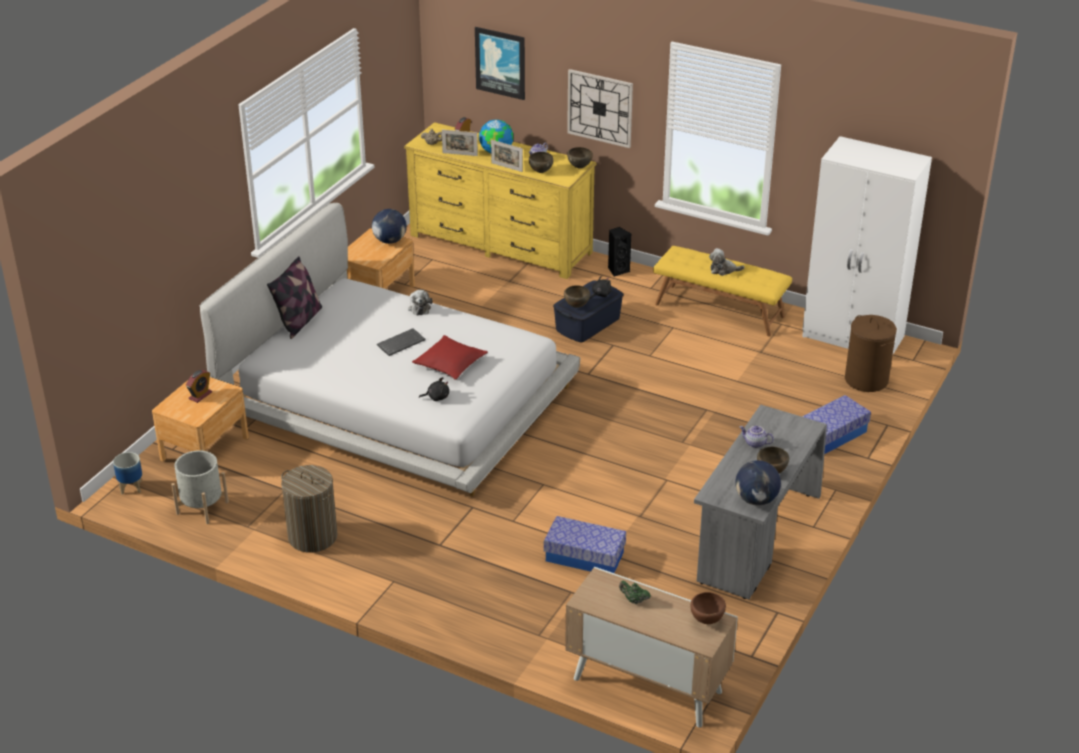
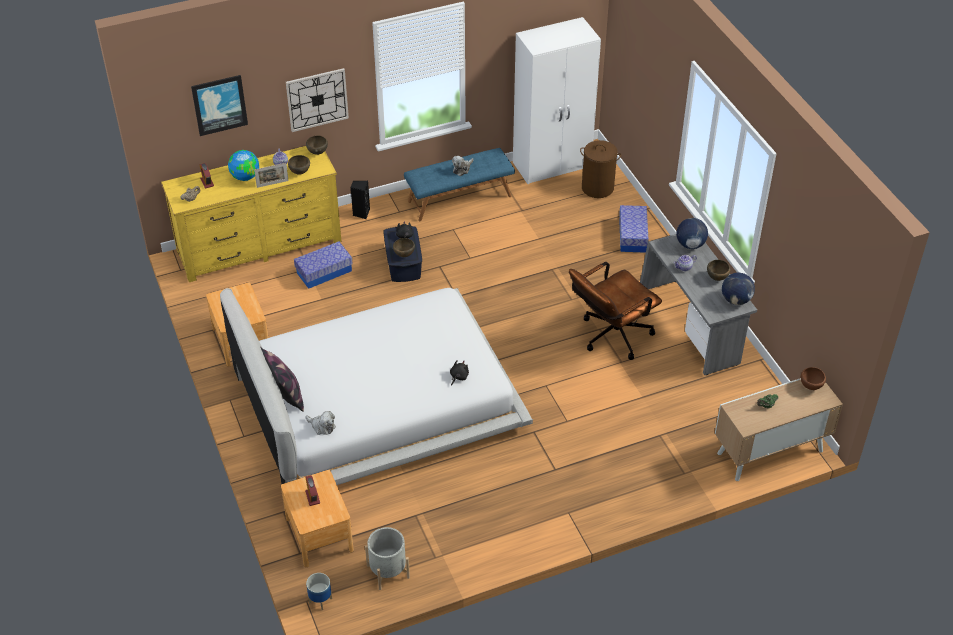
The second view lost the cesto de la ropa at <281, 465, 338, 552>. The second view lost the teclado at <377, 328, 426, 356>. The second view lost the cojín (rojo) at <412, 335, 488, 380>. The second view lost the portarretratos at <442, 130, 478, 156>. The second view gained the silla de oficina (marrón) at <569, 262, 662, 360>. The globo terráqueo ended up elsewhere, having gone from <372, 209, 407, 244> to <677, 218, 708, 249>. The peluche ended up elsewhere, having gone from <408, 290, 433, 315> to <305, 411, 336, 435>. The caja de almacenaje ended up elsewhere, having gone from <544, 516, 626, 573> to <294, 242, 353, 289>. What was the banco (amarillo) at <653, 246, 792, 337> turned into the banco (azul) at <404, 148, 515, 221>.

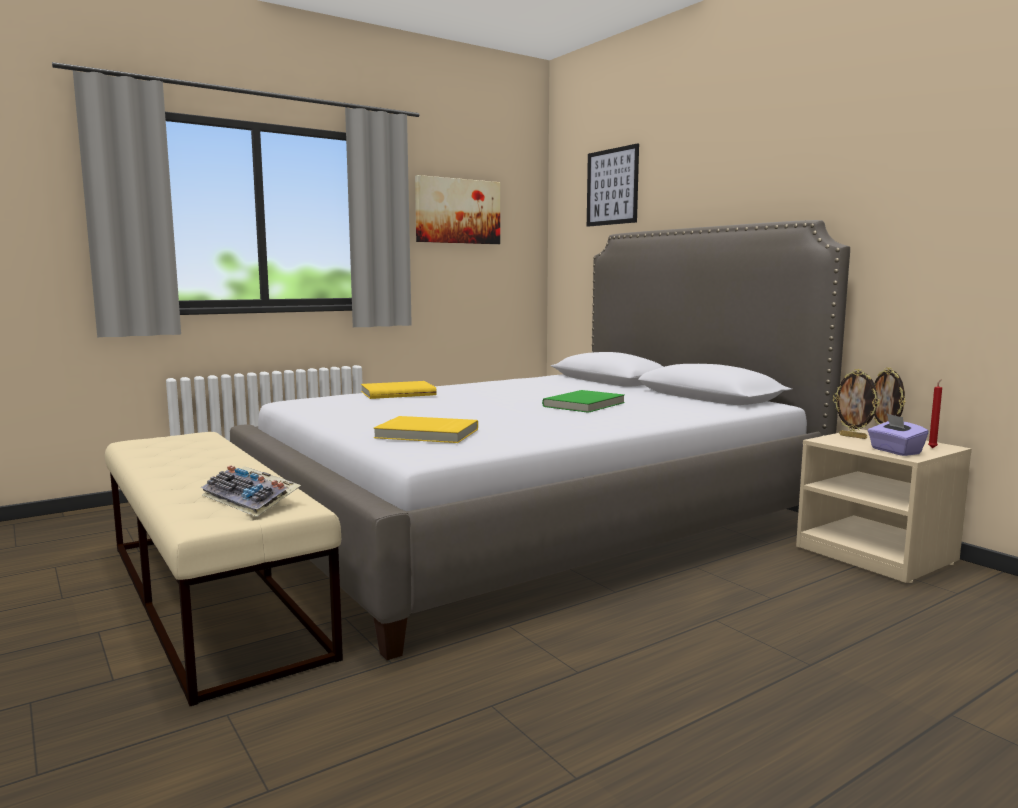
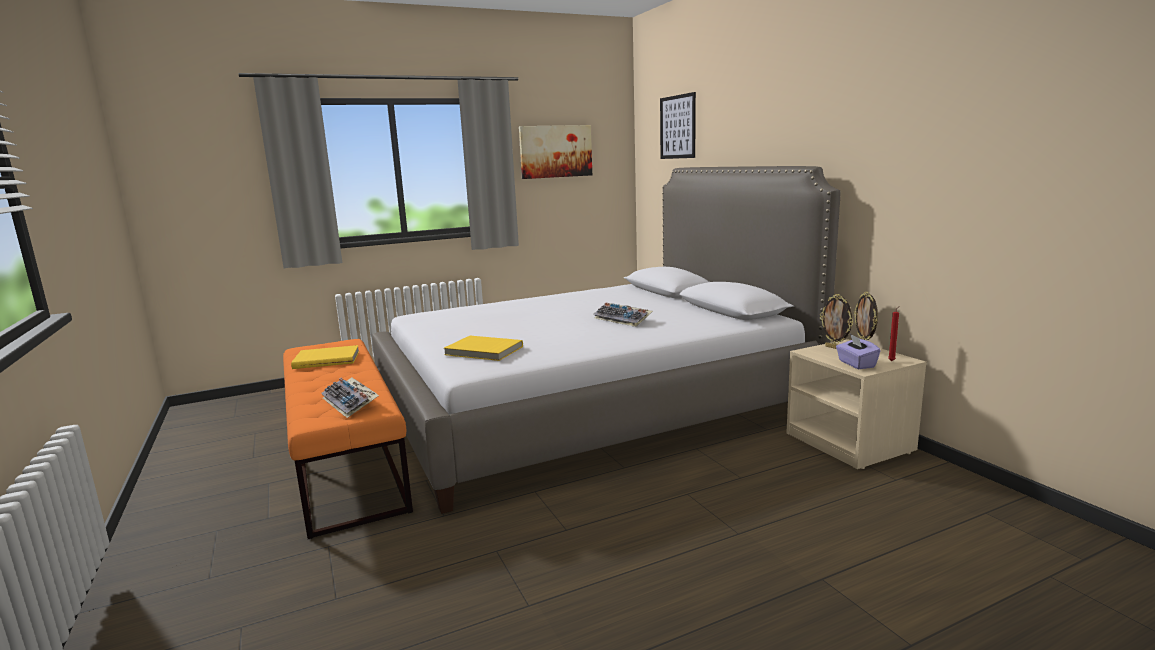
The libro (amarillo) ended up elsewhere, having gone from <361, 381, 437, 399> to <291, 345, 359, 369>. Where the libro (verde) stood at <542, 390, 625, 413>, the teclado came to stand at <594, 302, 653, 327>. What was the banco (beis) at <105, 432, 343, 706> turned into the banco (naranja) at <283, 339, 413, 539>.

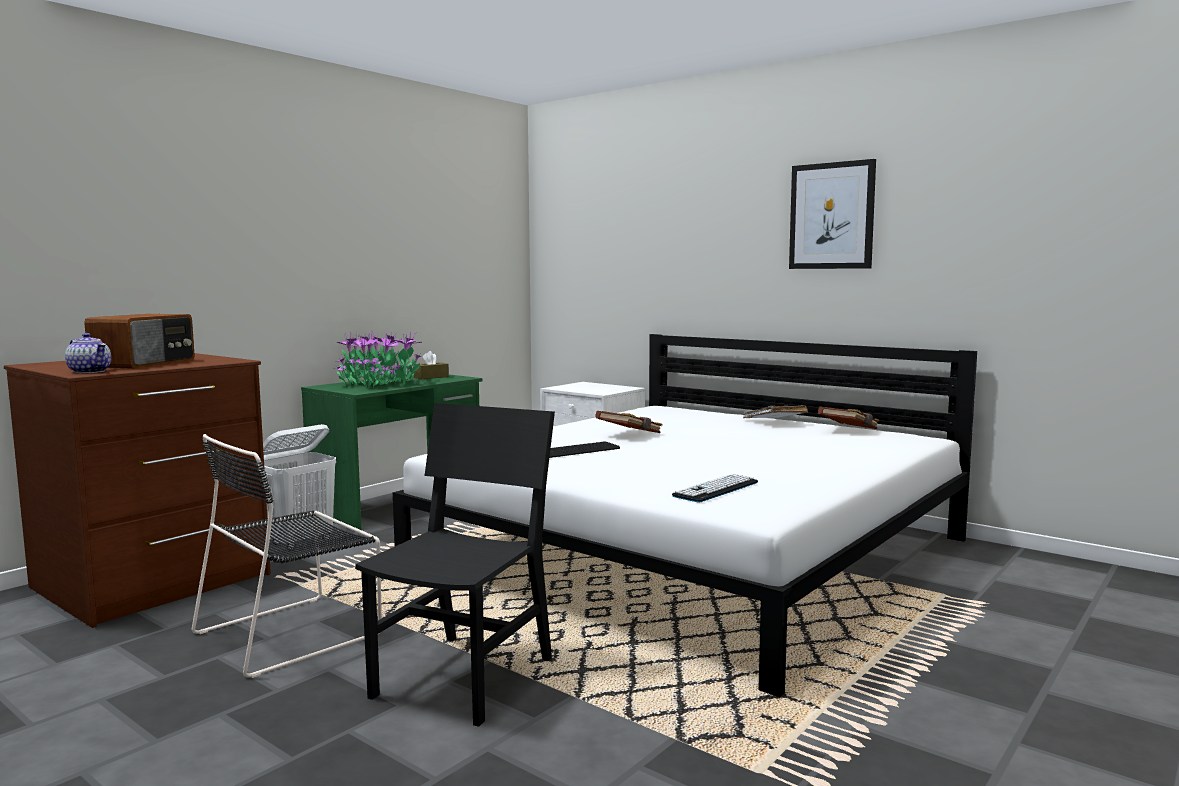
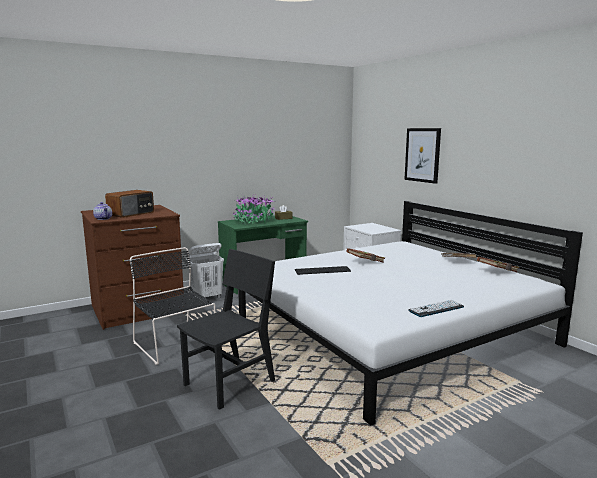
The teclado ended up elsewhere, having gone from <672, 474, 758, 503> to <409, 300, 464, 317>. The cuadro ended up elsewhere, having gone from <789, 159, 876, 269> to <404, 128, 441, 184>. The silla (negro) at <192, 434, 382, 678> ended up facing another way, 75 degrees clockwise from before.

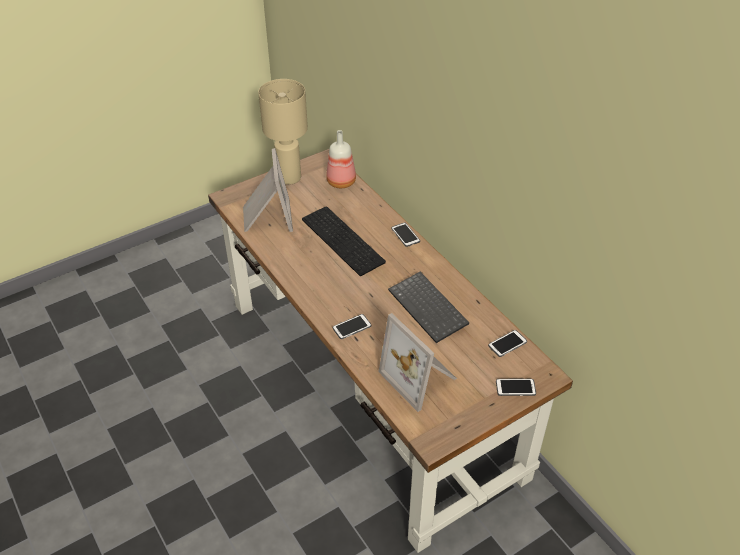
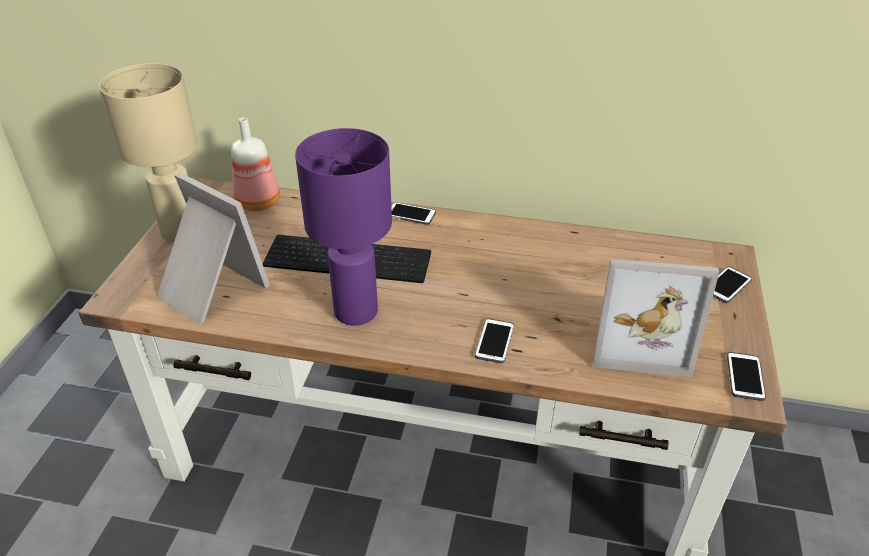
The second view lost the teclado at <388, 272, 469, 343>. The second view gained the lámpara de mesa (morado) at <295, 128, 392, 326>. The móvil ended up elsewhere, having gone from <488, 330, 527, 357> to <727, 352, 766, 401>.

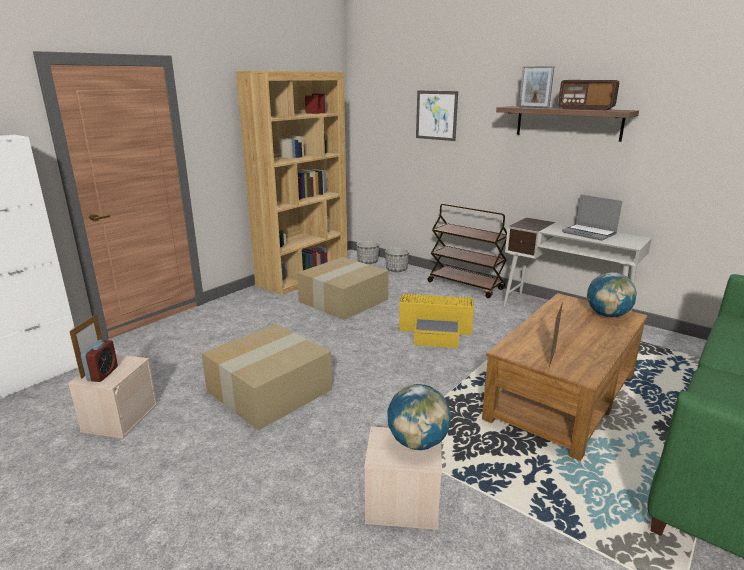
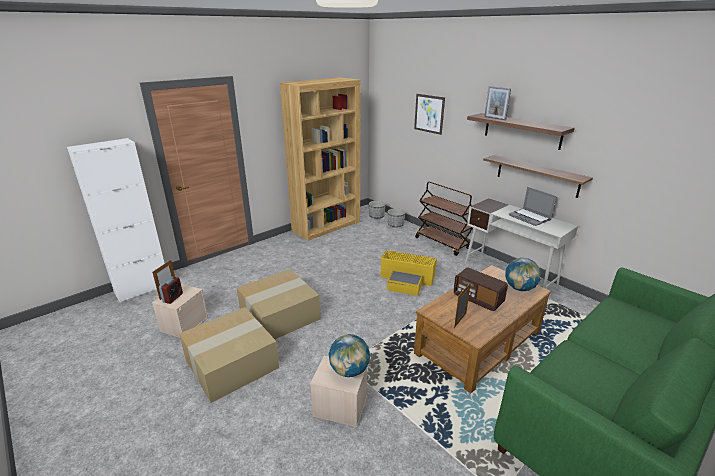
The second view gained the estante at <483, 155, 593, 198>. The caja de cartón ended up elsewhere, having gone from <297, 257, 389, 320> to <179, 307, 279, 403>. The radio ended up elsewhere, having gone from <558, 80, 619, 110> to <453, 267, 508, 311>.

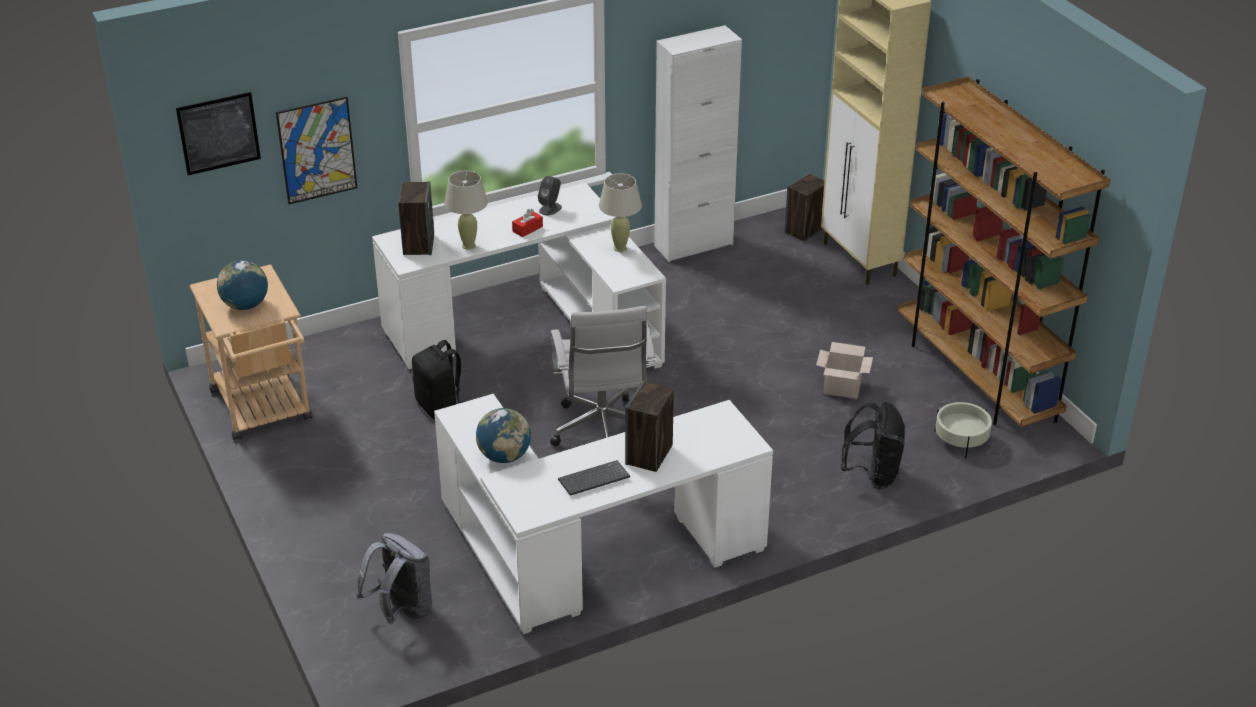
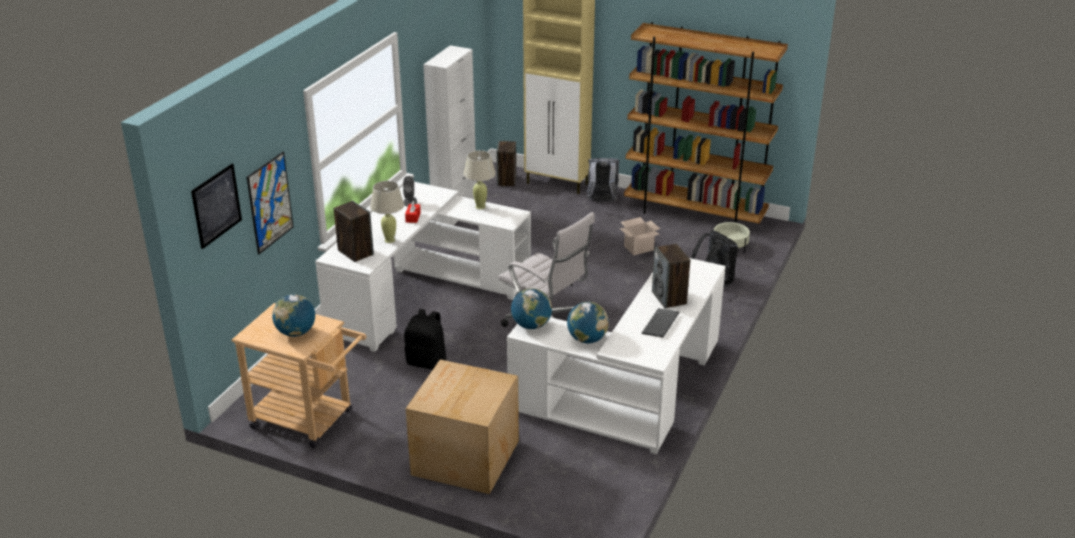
The second view gained the caja de cartón at <406, 359, 519, 494>. The second view gained the globo terráqueo at <511, 288, 552, 329>. The mochila (gris) ended up elsewhere, having gone from <357, 533, 432, 624> to <585, 158, 620, 202>.

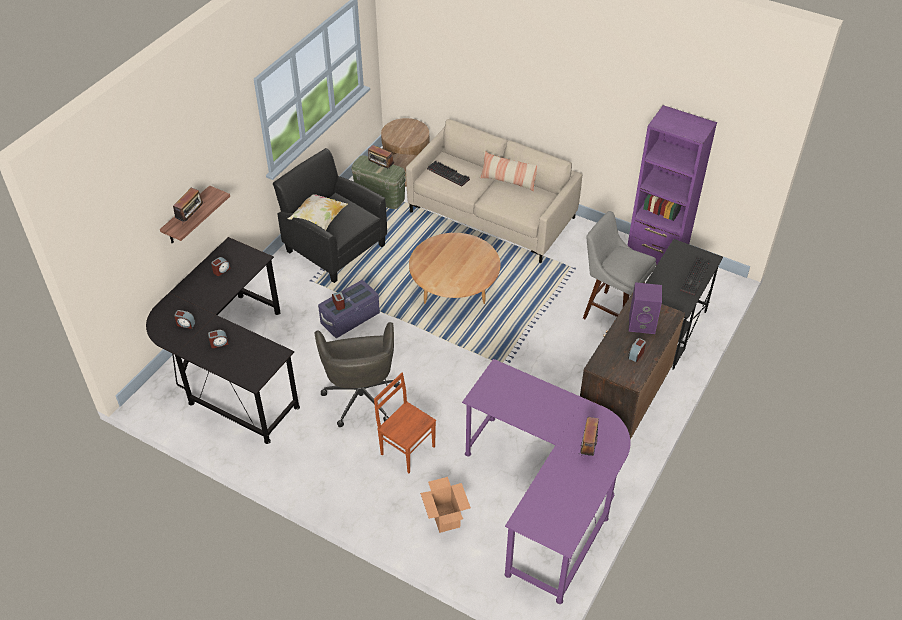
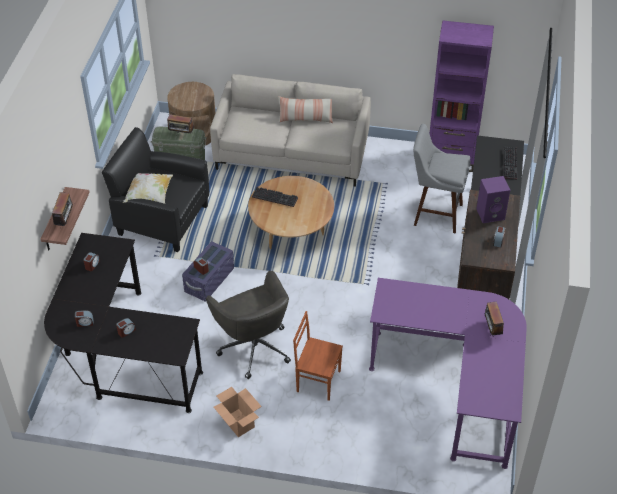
The caja de cartón ended up elsewhere, having gone from <420, 477, 471, 533> to <214, 387, 262, 437>. The teclado ended up elsewhere, having gone from <427, 160, 470, 187> to <252, 187, 298, 207>.

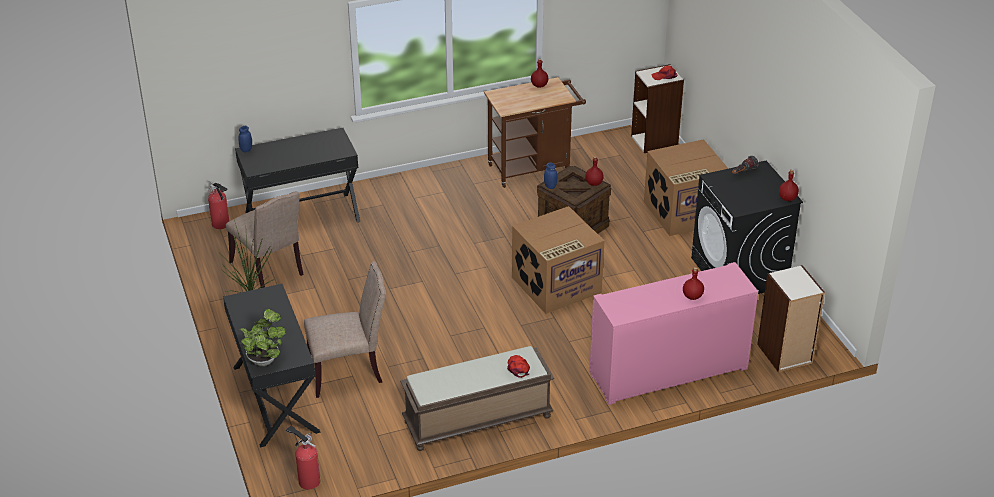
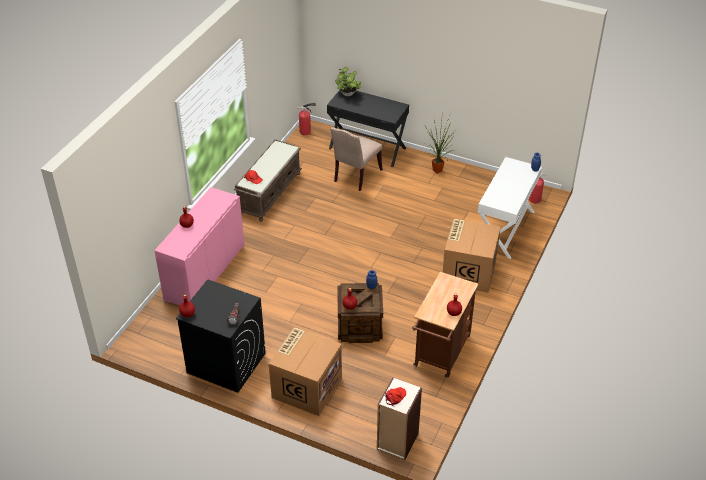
The second view lost the silla (beis) at <226, 191, 304, 288>. The second view lost the estantería at <757, 265, 825, 373>. The caja de cartón ended up elsewhere, having gone from <512, 206, 604, 314> to <443, 219, 501, 293>. What was the escritorio (negro) at <235, 128, 360, 223> turned into the escritorio (blanco) at <478, 157, 542, 259>.

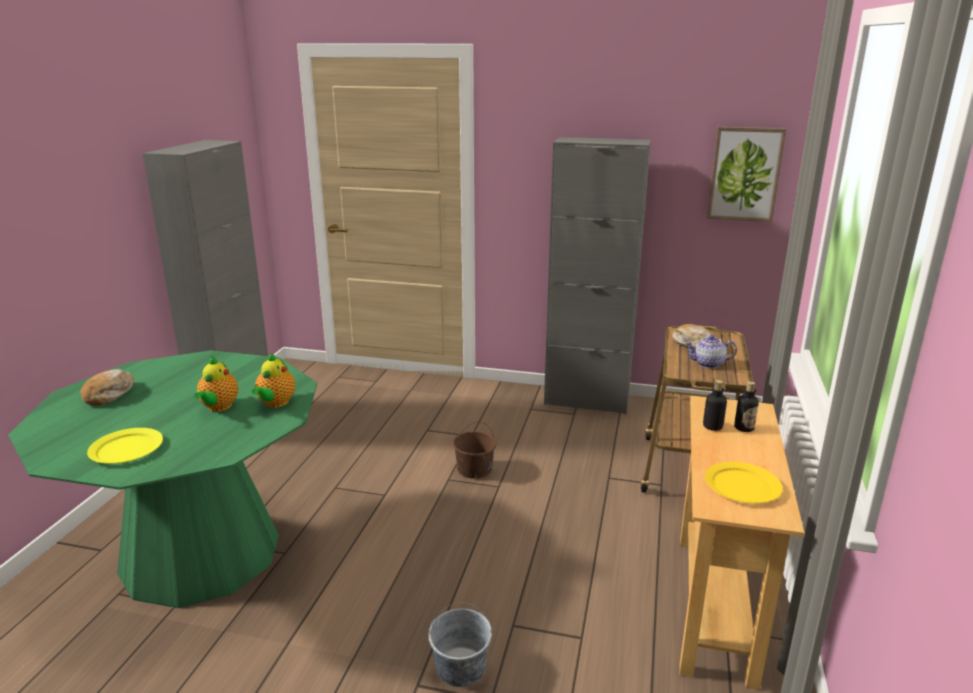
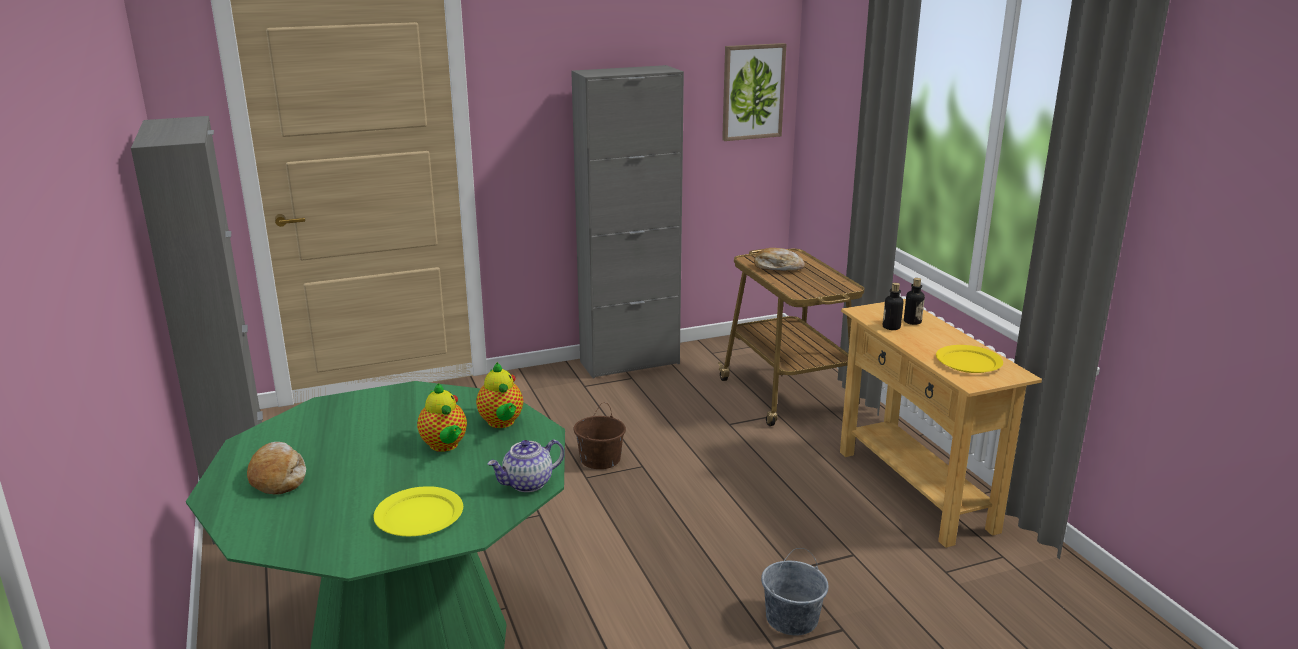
The tetera ended up elsewhere, having gone from <685, 335, 737, 368> to <487, 440, 564, 492>.

